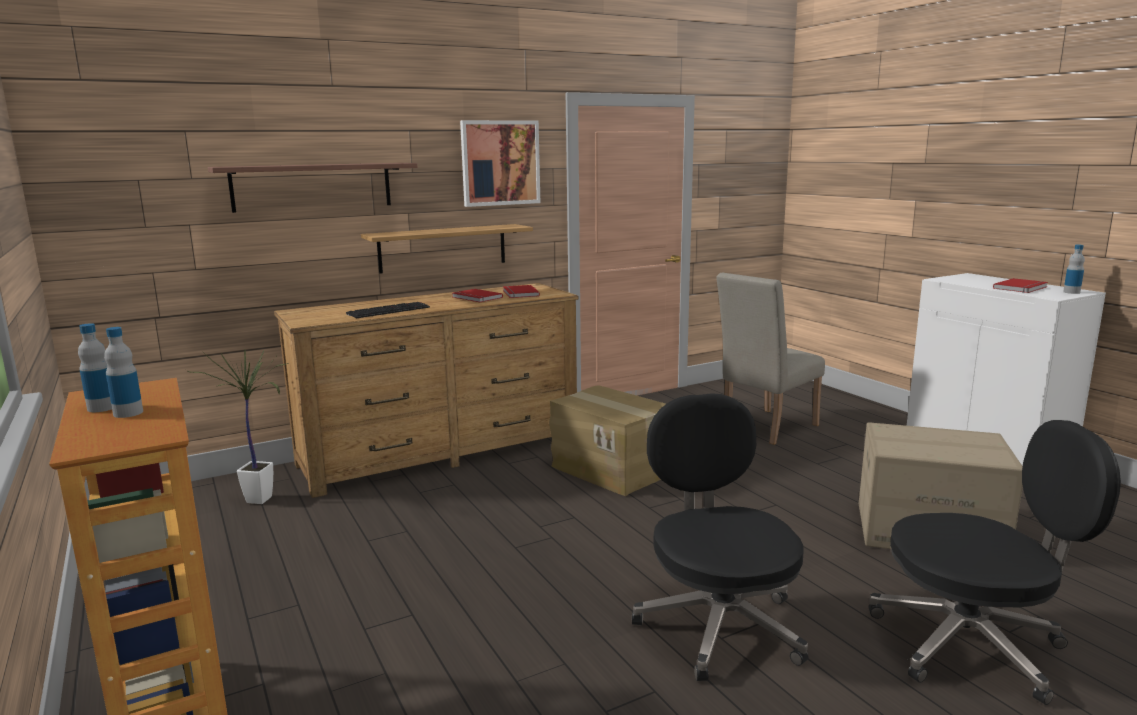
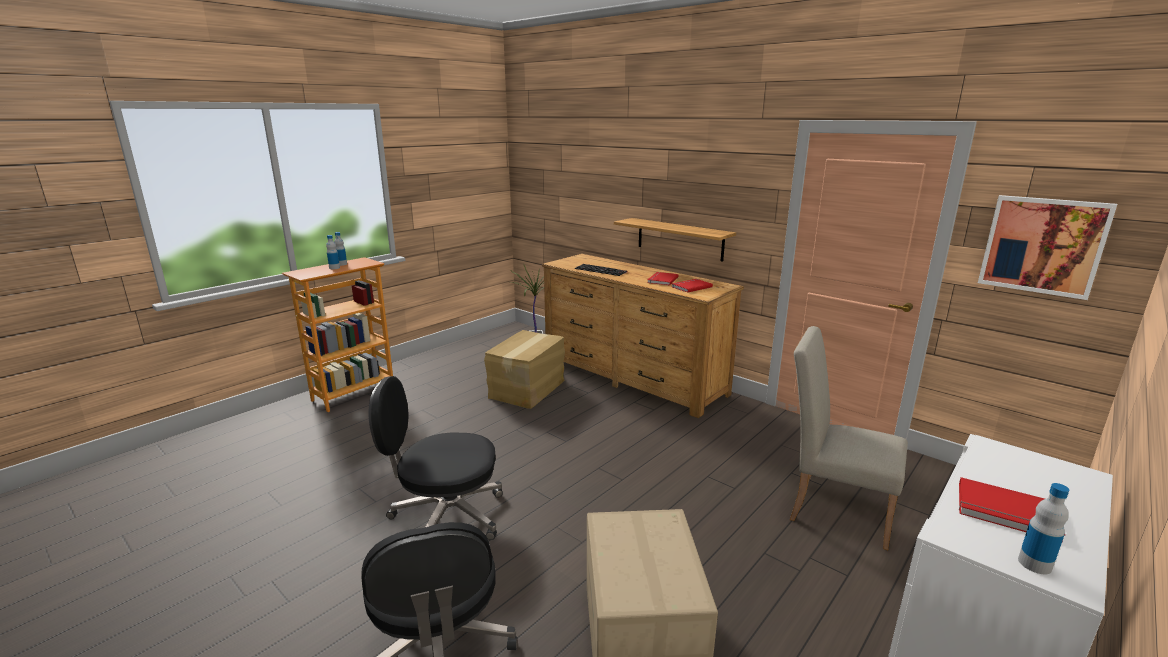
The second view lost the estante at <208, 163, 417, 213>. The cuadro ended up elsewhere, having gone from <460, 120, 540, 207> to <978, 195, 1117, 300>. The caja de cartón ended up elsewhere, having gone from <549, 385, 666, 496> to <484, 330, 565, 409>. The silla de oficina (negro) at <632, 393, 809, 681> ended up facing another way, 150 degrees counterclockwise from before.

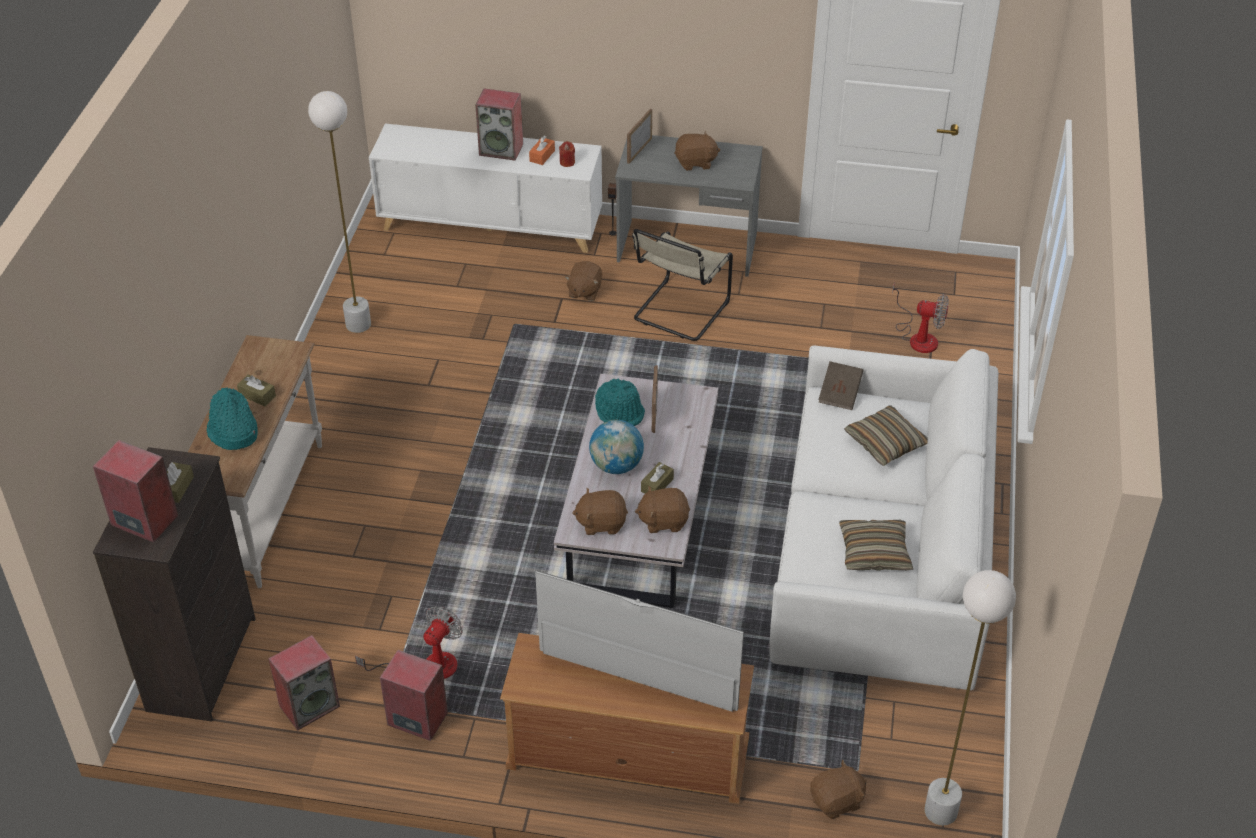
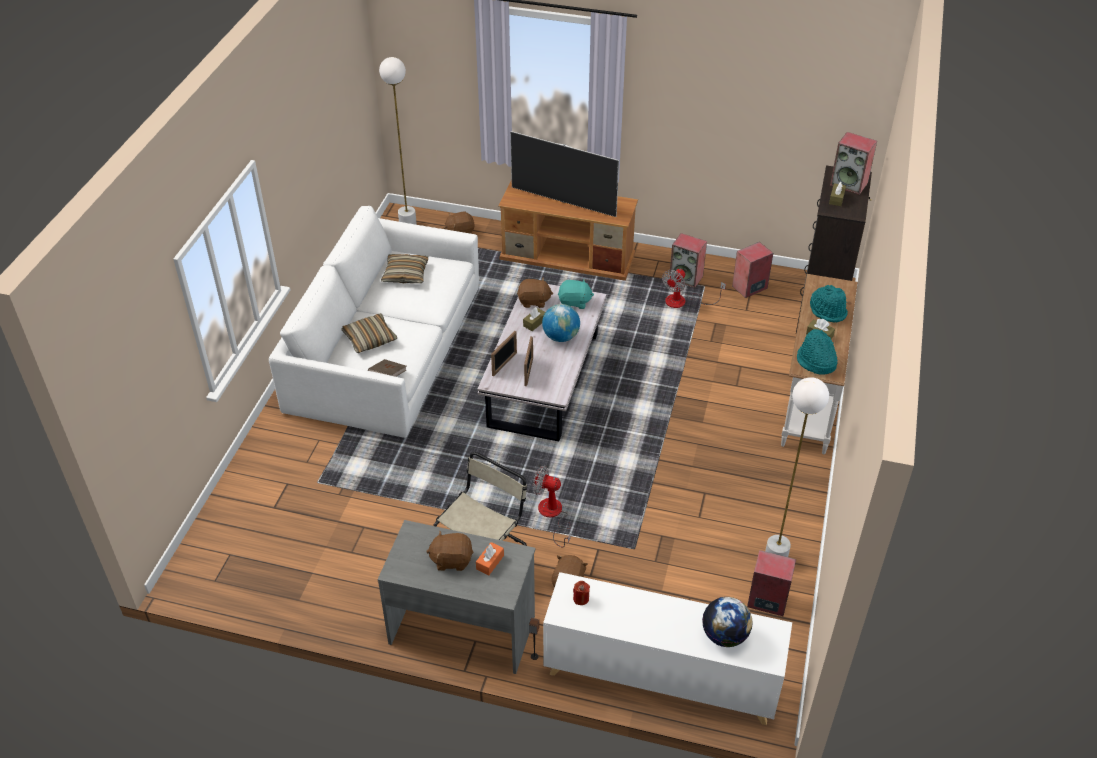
The second view gained the globo terráqueo at <702, 597, 753, 647>. The altavoz ended up elsewhere, having gone from <475, 88, 523, 161> to <747, 550, 796, 616>. The caja de pañuelos (naranja) ended up elsewhere, having gone from <529, 135, 555, 165> to <476, 542, 504, 575>. The sombrero (turquesa) ended up elsewhere, having gone from <595, 379, 645, 426> to <797, 329, 838, 375>. The portarretratos ended up elsewhere, having gone from <627, 109, 652, 164> to <491, 331, 517, 376>. The ventilador ended up elsewhere, having gone from <892, 282, 949, 353> to <533, 466, 571, 548>. What was the peluche (marrón) at <572, 488, 628, 535> turned into the peluche (turquesa) at <558, 279, 594, 309>.

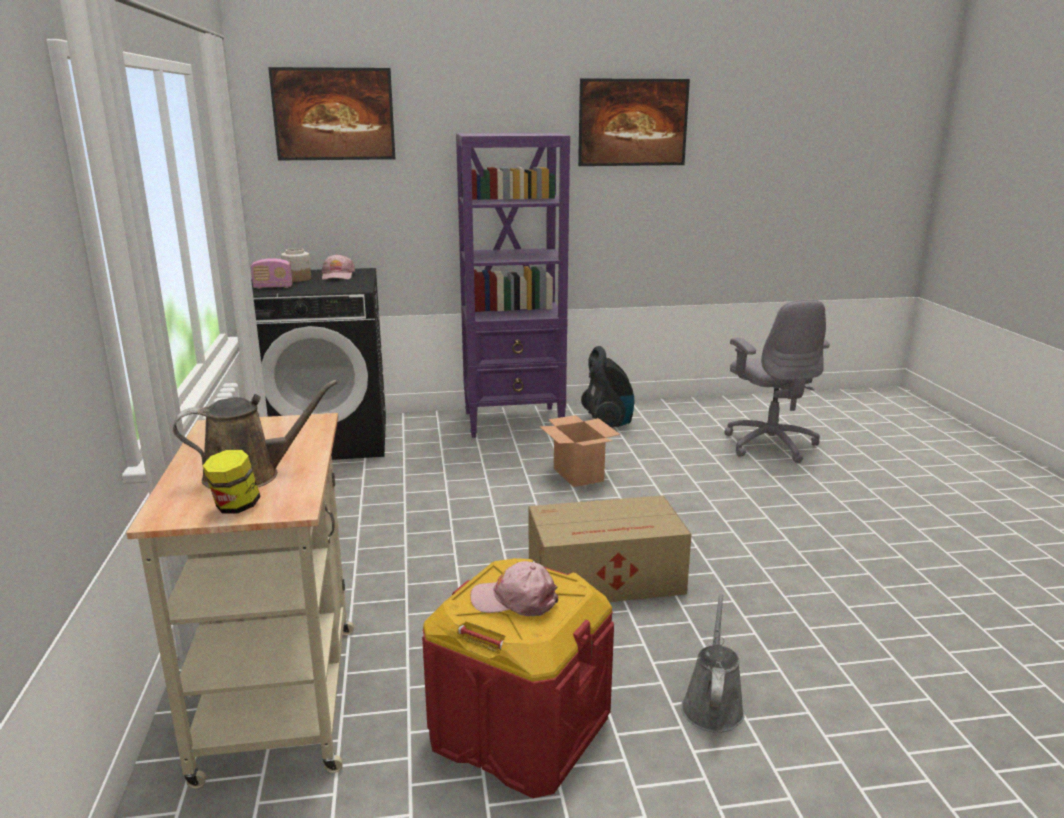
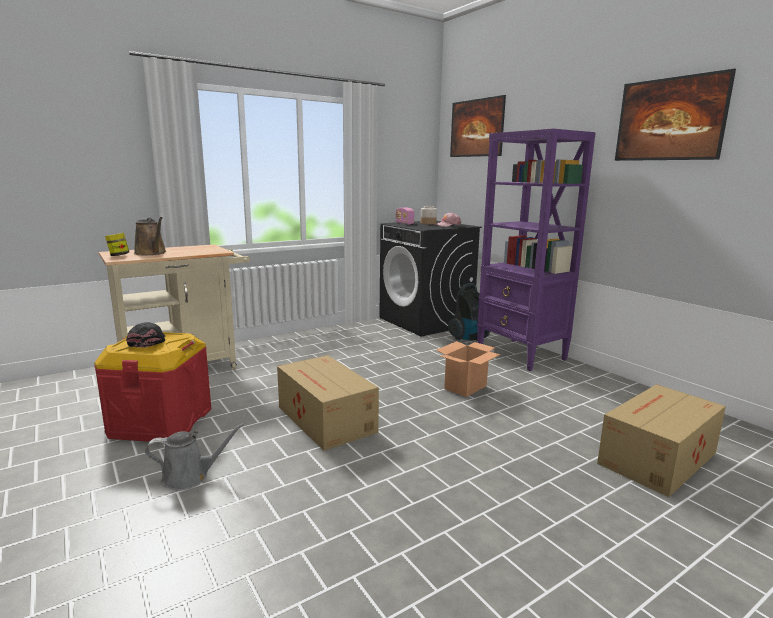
The aspiradora ended up elsewhere, having gone from <581, 346, 634, 428> to <448, 283, 490, 341>. Where the silla de oficina (gris) stood at <724, 300, 830, 463>, the caja de cartón came to stand at <597, 384, 726, 497>. What was the gorra (rosa) at <471, 561, 558, 616> turned into the gorra (negro) at <126, 322, 166, 348>.

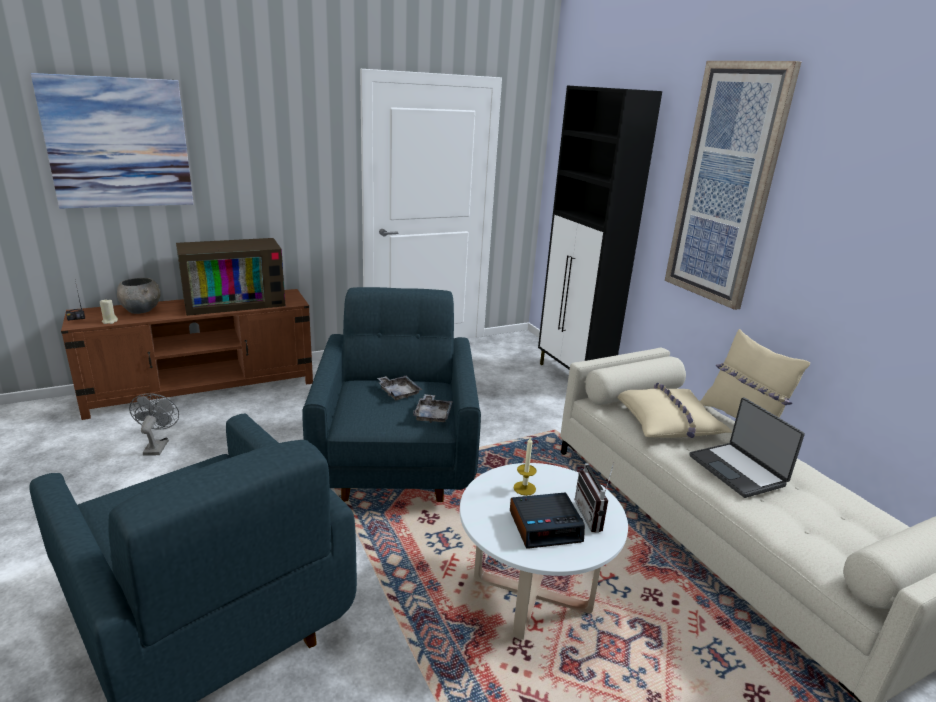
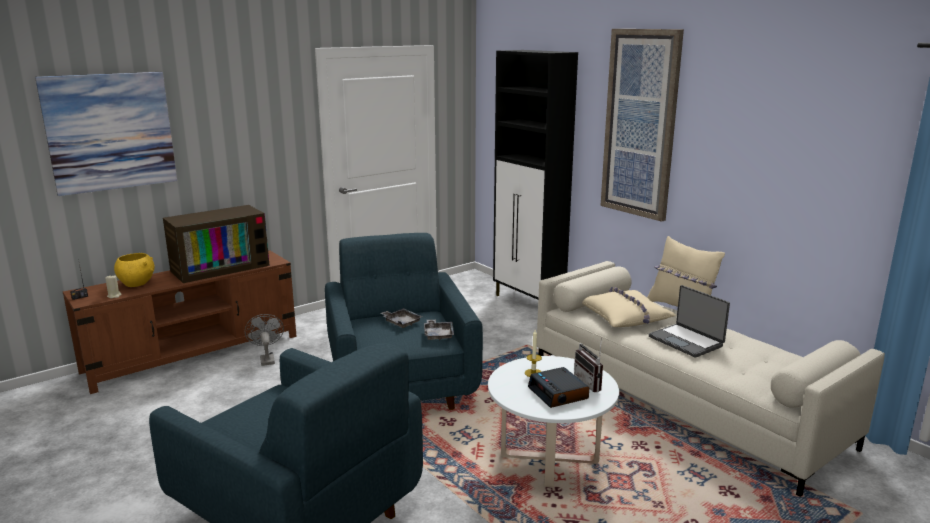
The ventilador (gris) ended up elsewhere, having gone from <129, 393, 179, 456> to <245, 314, 284, 366>. What was the cuenco (gris) at <117, 278, 161, 314> turned into the cuenco (amarillo) at <114, 253, 155, 287>. The despertador at <510, 492, 585, 549> ended up facing another way, 90 degrees clockwise from before.

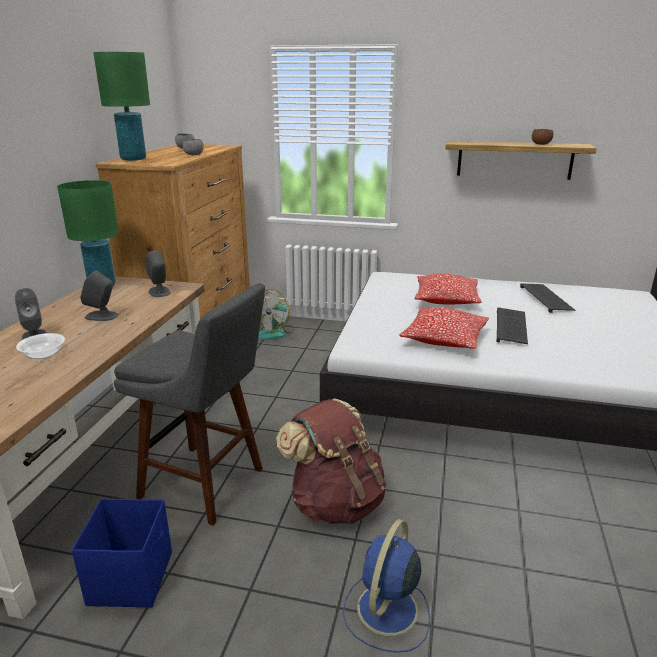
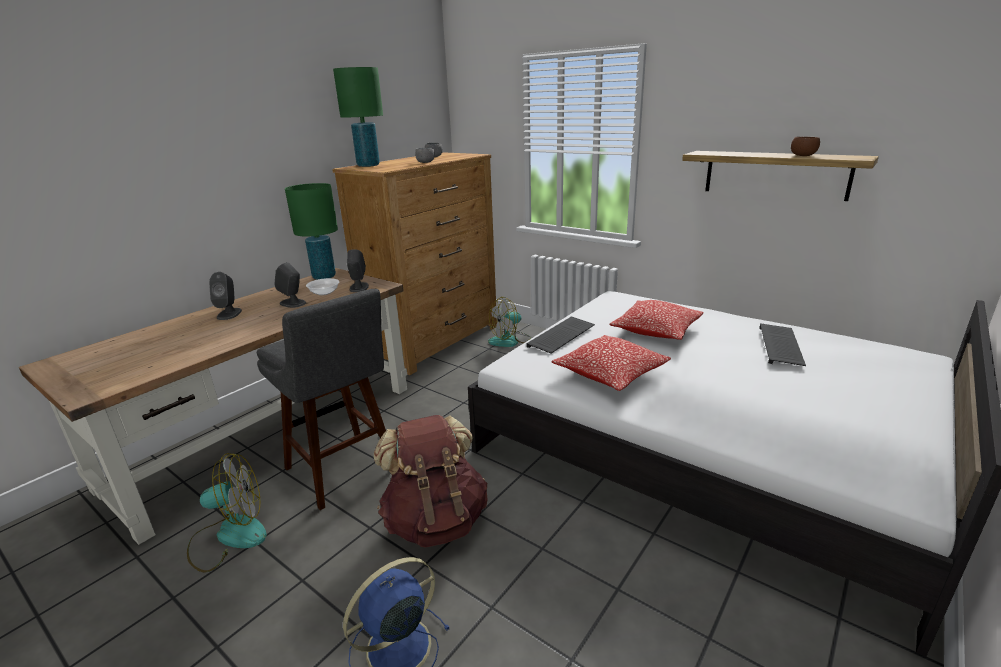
The cuenco ended up elsewhere, having gone from <16, 333, 65, 359> to <306, 278, 339, 295>. The teclado ended up elsewhere, having gone from <496, 307, 528, 344> to <527, 316, 595, 353>. Where the caja de almacenaje (azul) stood at <72, 499, 172, 607>, the ventilador came to stand at <187, 453, 267, 573>.

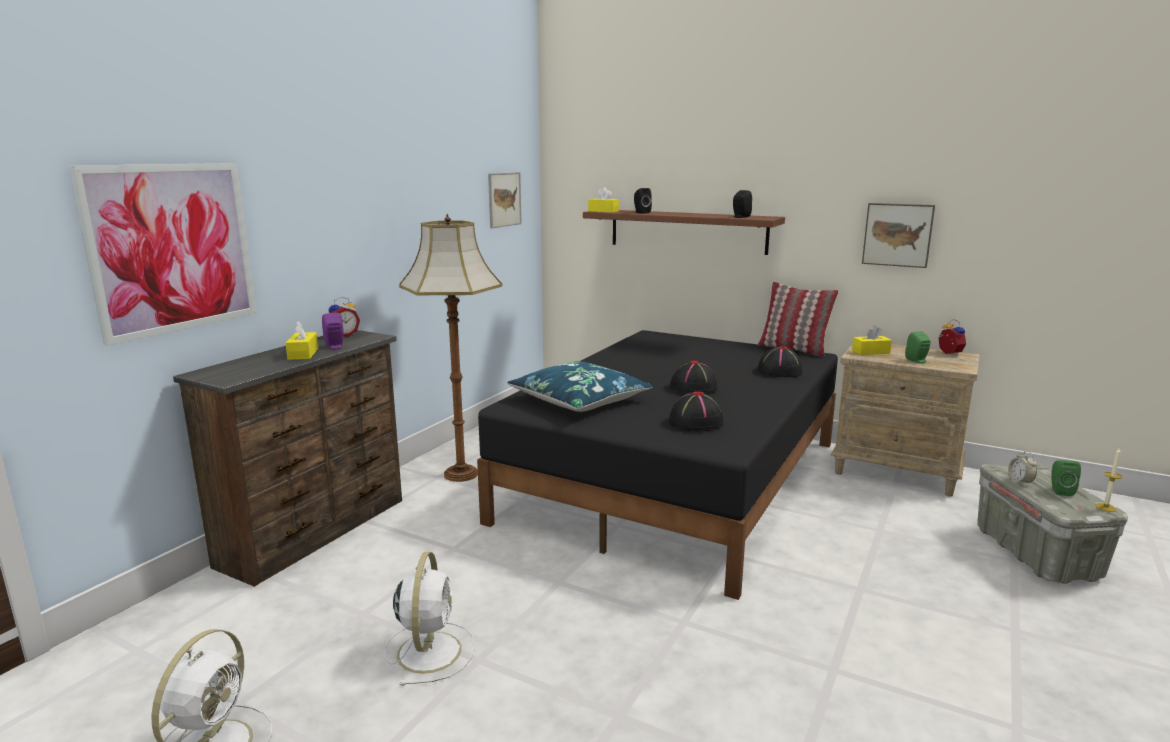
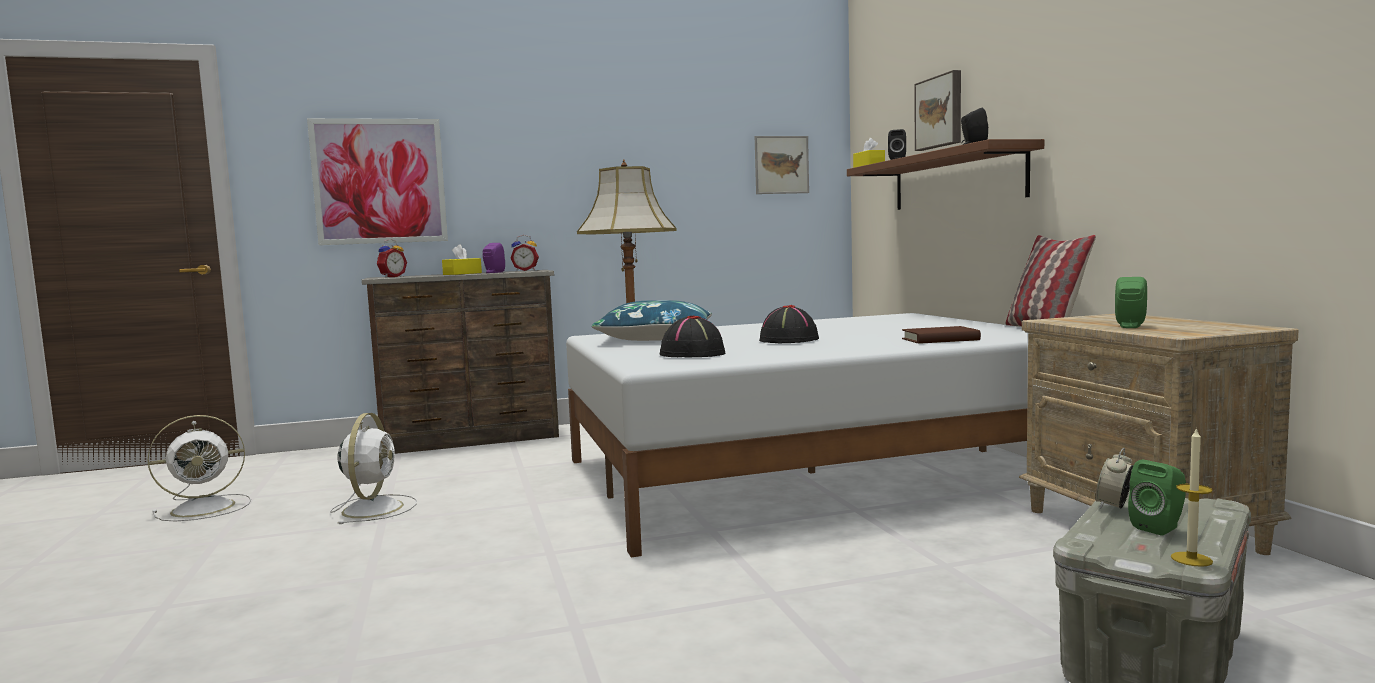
The second view lost the caja de pañuelos (amarillo) at <852, 326, 892, 355>. The cuadro ended up elsewhere, having gone from <862, 203, 935, 268> to <914, 70, 961, 151>. The despertador ended up elsewhere, having gone from <938, 319, 966, 356> to <377, 239, 407, 278>. Where the sombrero (negro) stood at <757, 346, 802, 377>, the libro (marrón) came to stand at <902, 326, 981, 344>. What was the cama (negro) at <477, 330, 838, 600> turned into the cama (blanco) at <566, 313, 1028, 558>. The ventilador (blanco) at <384, 552, 475, 686> ended up facing another way, 45 degrees counterclockwise from before.

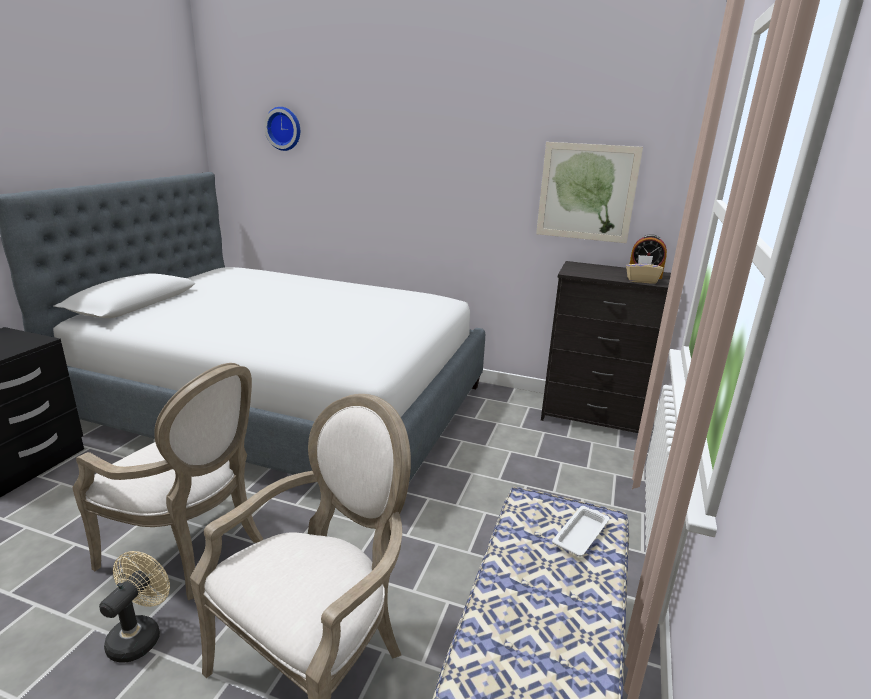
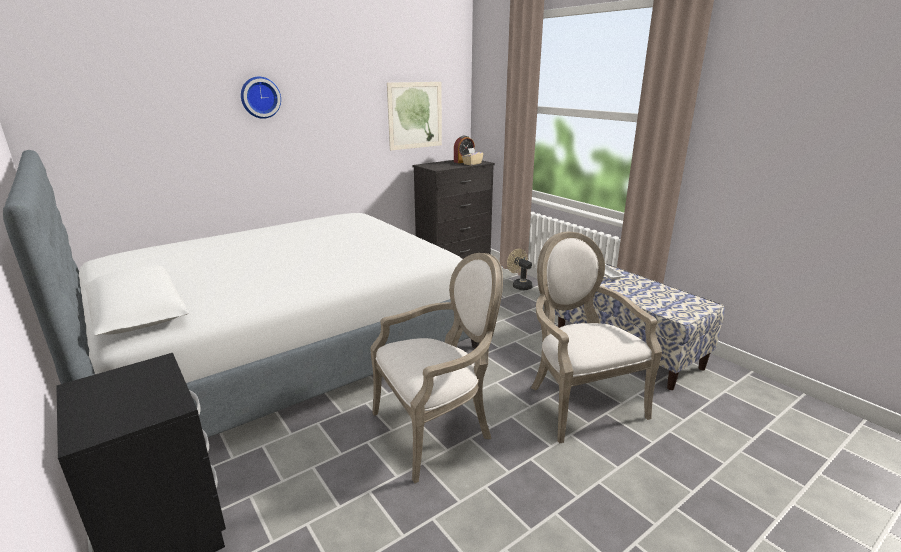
The ventilador (beis) ended up elsewhere, having gone from <99, 551, 170, 663> to <507, 249, 533, 290>. The reloj de pared ended up elsewhere, having gone from <264, 107, 300, 151> to <241, 77, 281, 119>.

